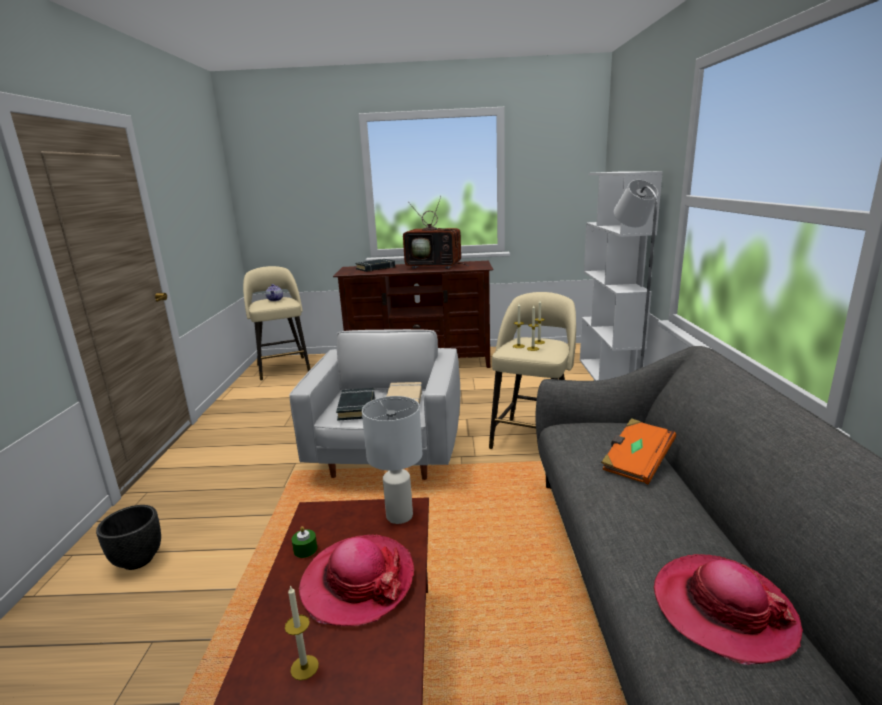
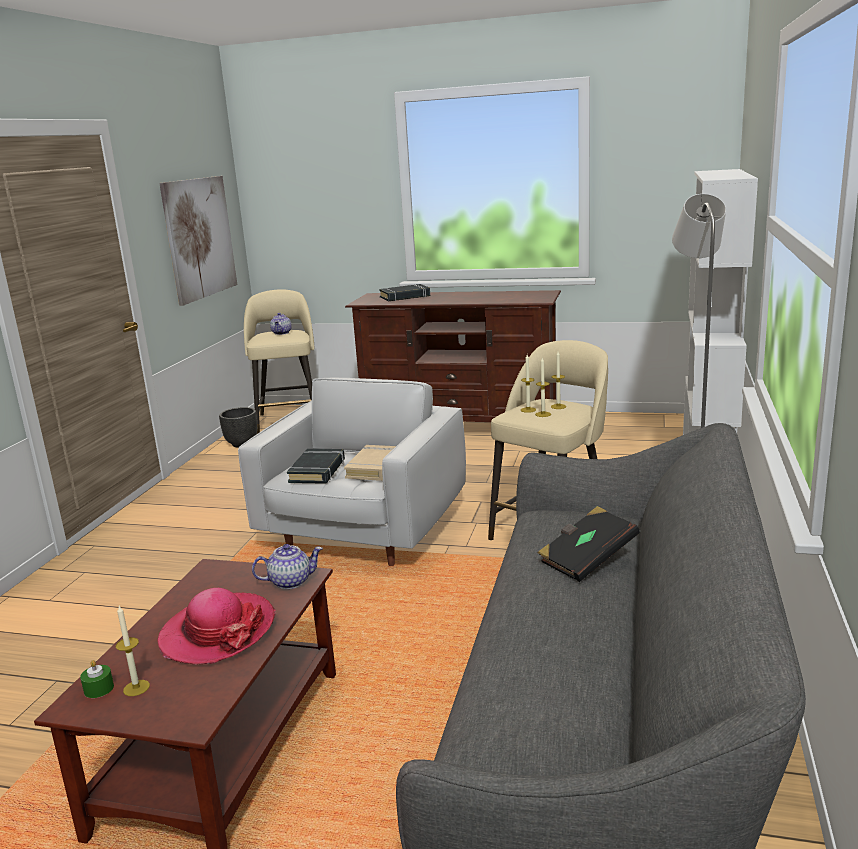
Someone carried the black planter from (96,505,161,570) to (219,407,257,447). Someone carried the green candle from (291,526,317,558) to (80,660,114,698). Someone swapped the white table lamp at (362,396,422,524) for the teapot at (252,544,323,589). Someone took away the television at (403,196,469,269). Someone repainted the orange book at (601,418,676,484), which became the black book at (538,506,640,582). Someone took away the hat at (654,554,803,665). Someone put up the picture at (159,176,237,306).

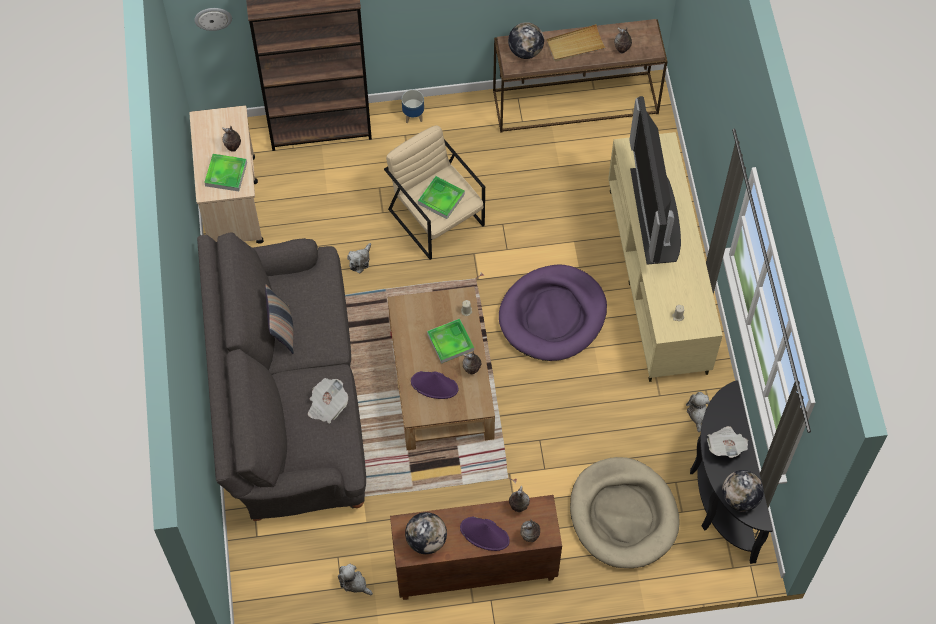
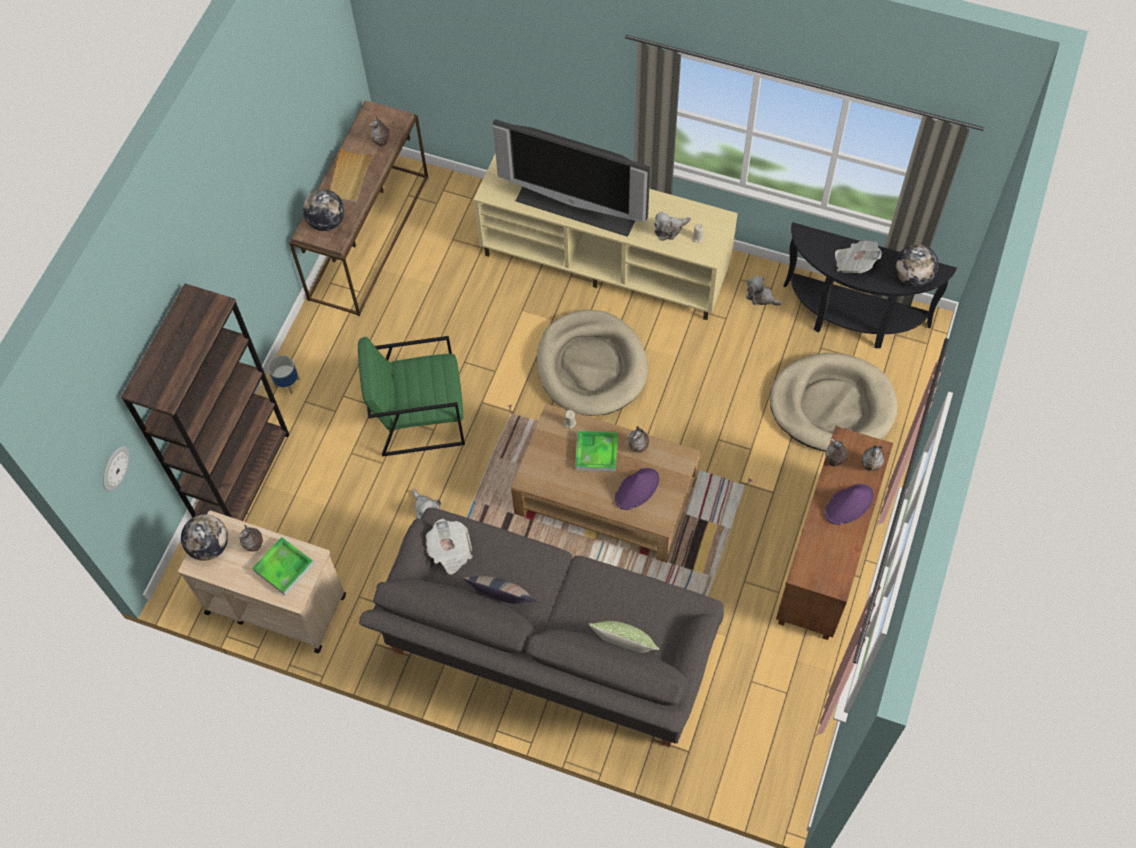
Someone carried the newspaper from (308,378,348,423) to (426,519,473,574). Someone carried the plush toy from (338,564,373,595) to (654,212,691,241). Someone repainted the beige armchair at (384,125,485,260), which became the green armchair at (358,336,465,457). Someone carried the globe from (405,512,447,554) to (181,514,228,561). Someone took away the tray at (418,176,465,219). Someone repainted the purple dog bed at (499,265,607,361), which became the beige dog bed at (537,310,648,416). Someone put down the pillow at (589,621,659,653).

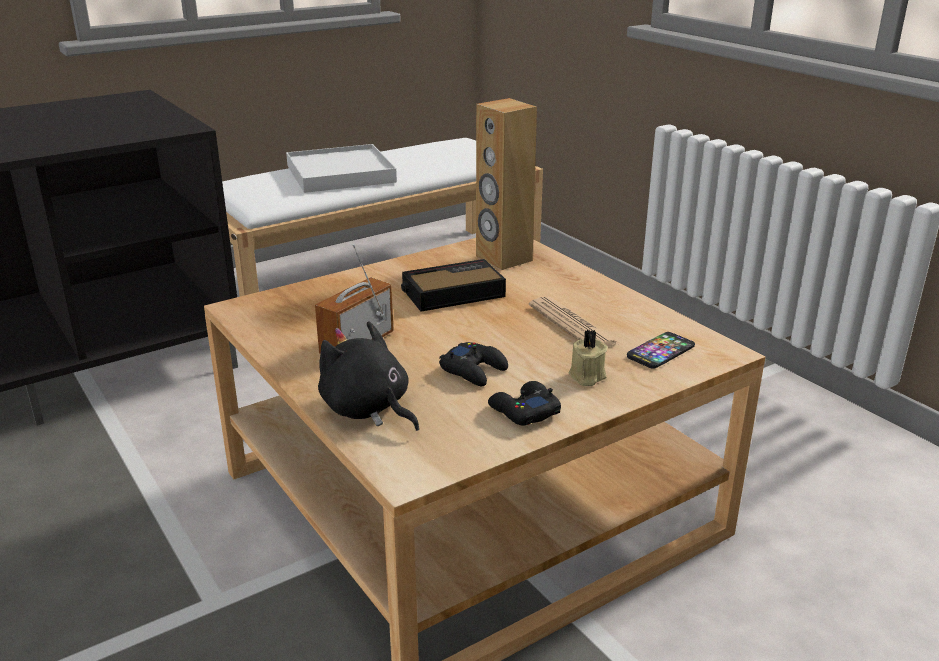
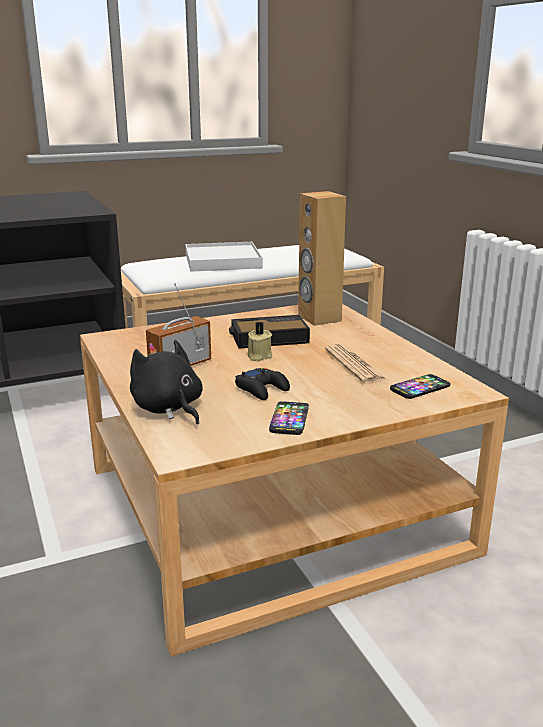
Someone swapped the black game controller at (488,381,561,425) for the phone at (269,401,309,435). Someone carried the beige candle from (569,329,608,386) to (247,322,272,361).

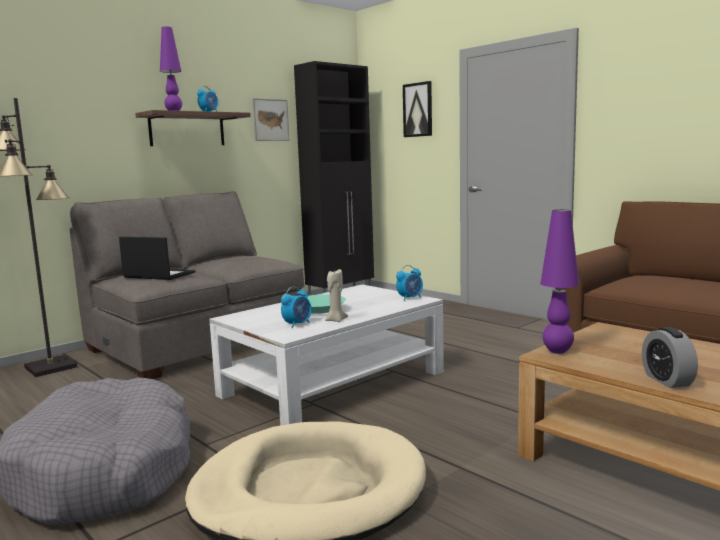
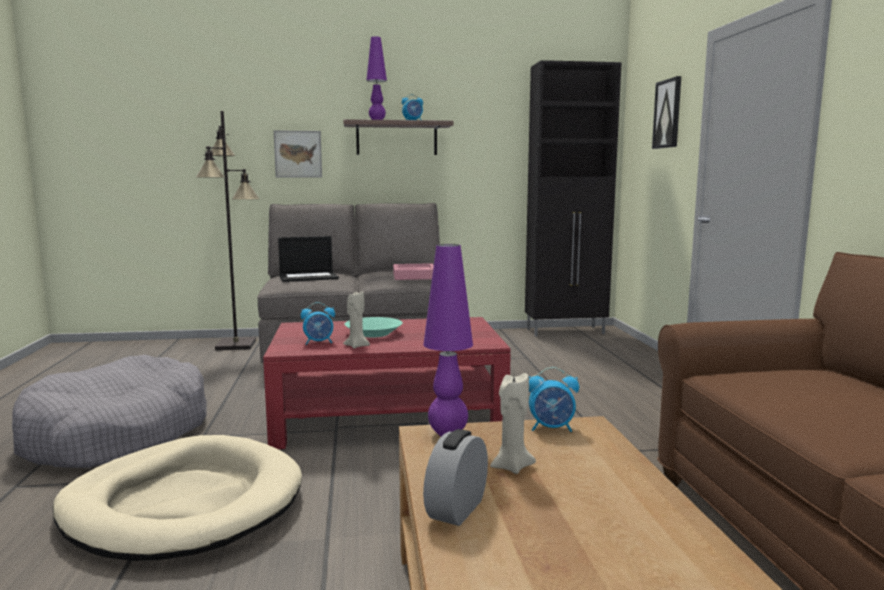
Someone rotated the laptop at (119,237,195,280) by 105 degrees clockwise. Someone repainted the white coffee table at (209,284,444,426), which became the red coffee table at (263,317,511,449). Someone carried the picture from (252,98,290,141) to (274,130,322,178). Someone carried the alarm clock from (396,265,423,301) to (529,367,579,432). Someone put down the pink tray at (393,263,434,280). Someone put down the beige candle at (490,373,536,474).

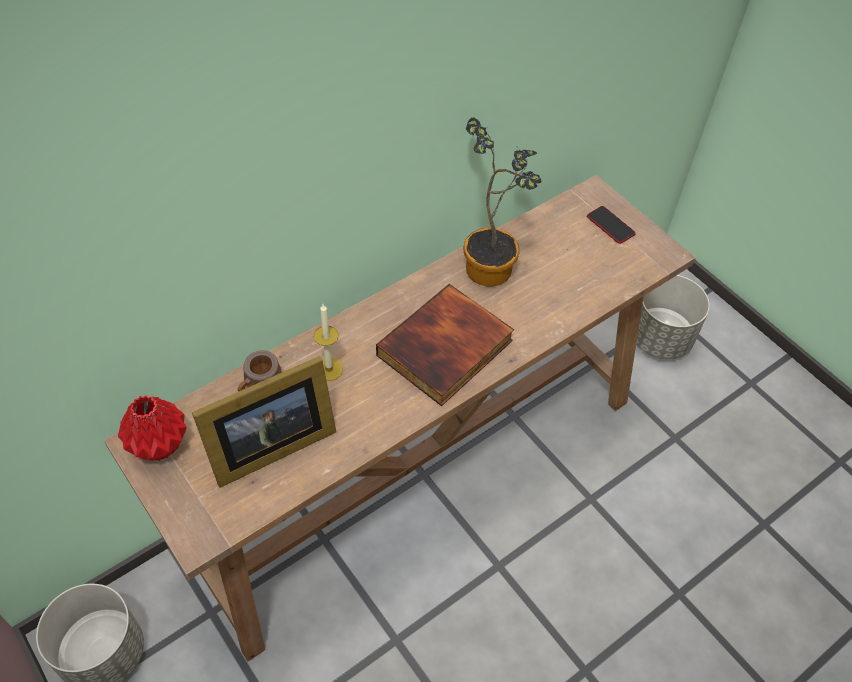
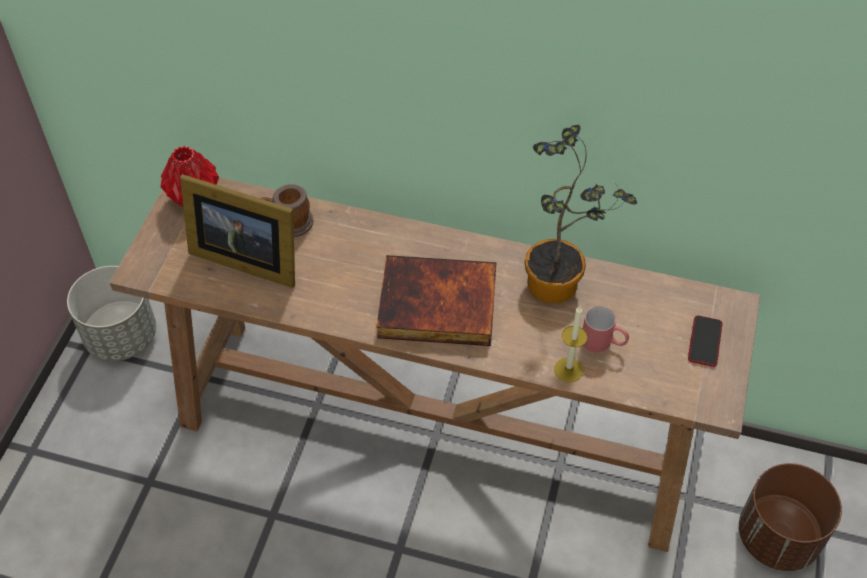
Someone carried the candle from (314,304,343,381) to (554,306,587,382). Someone repainted the grey planter at (636,275,710,359), which became the brown planter at (739,463,842,571). Someone put down the red mug at (583,306,629,353).

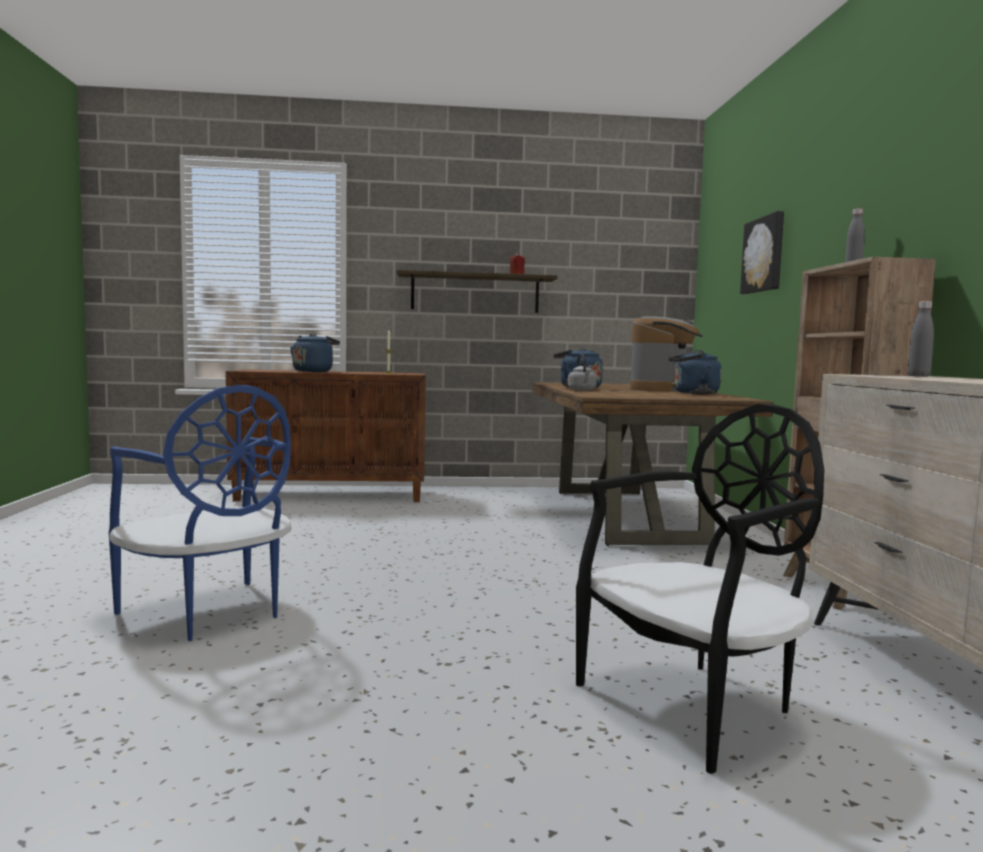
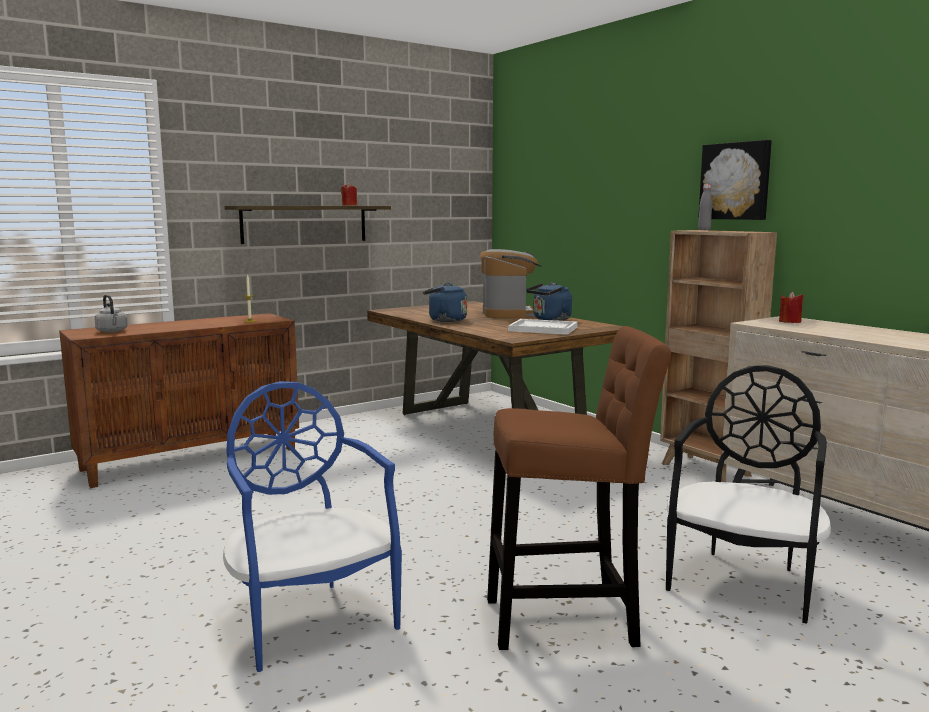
Someone rotated the blue chair at (109,385,292,641) by 135 degrees counterclockwise. Someone took away the blue kettle at (290,333,340,372). Someone carried the grey kettle from (568,354,597,391) to (94,295,128,333). Someone carried the picture from (740,211,784,294) to (698,140,772,220). Someone swapped the grey bottle at (908,301,934,377) for the red candle at (779,291,804,323). Someone put down the brown stool at (487,326,671,650). Someone put down the white tray at (508,319,578,335).

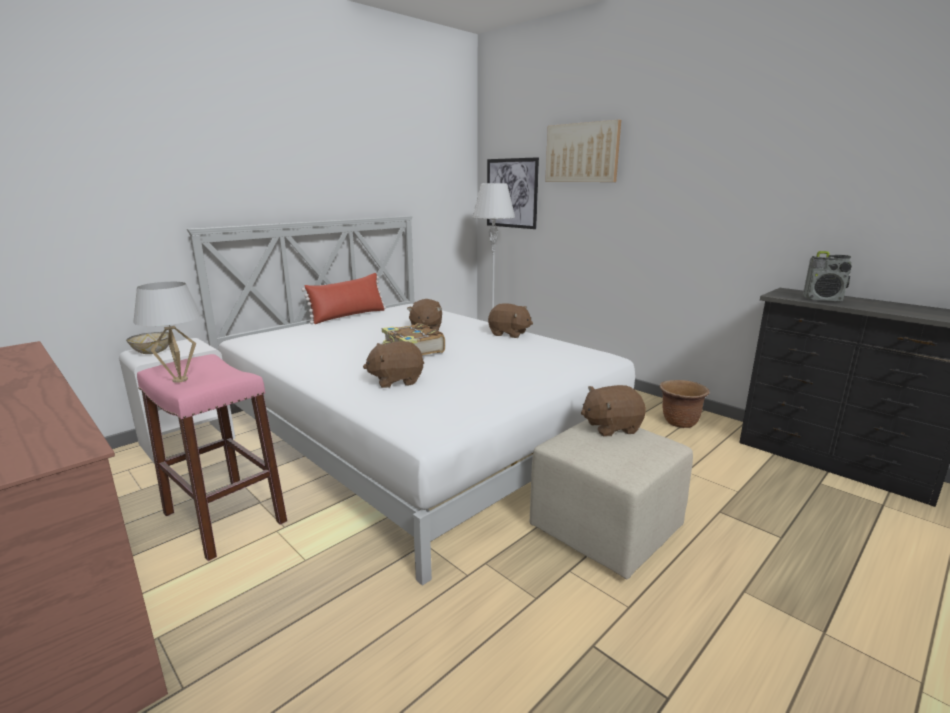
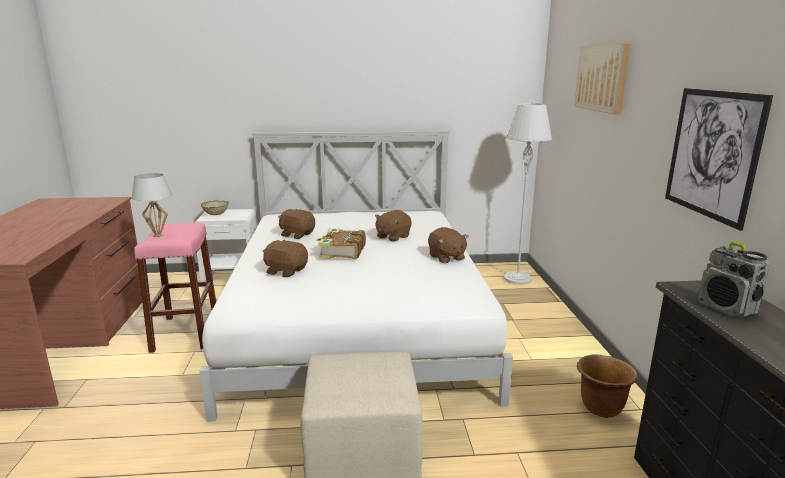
Someone took away the red pillow at (301,273,386,324). Someone carried the picture from (487,157,539,229) to (665,88,773,231). Someone carried the brown plush toy from (581,385,646,437) to (278,209,315,239).

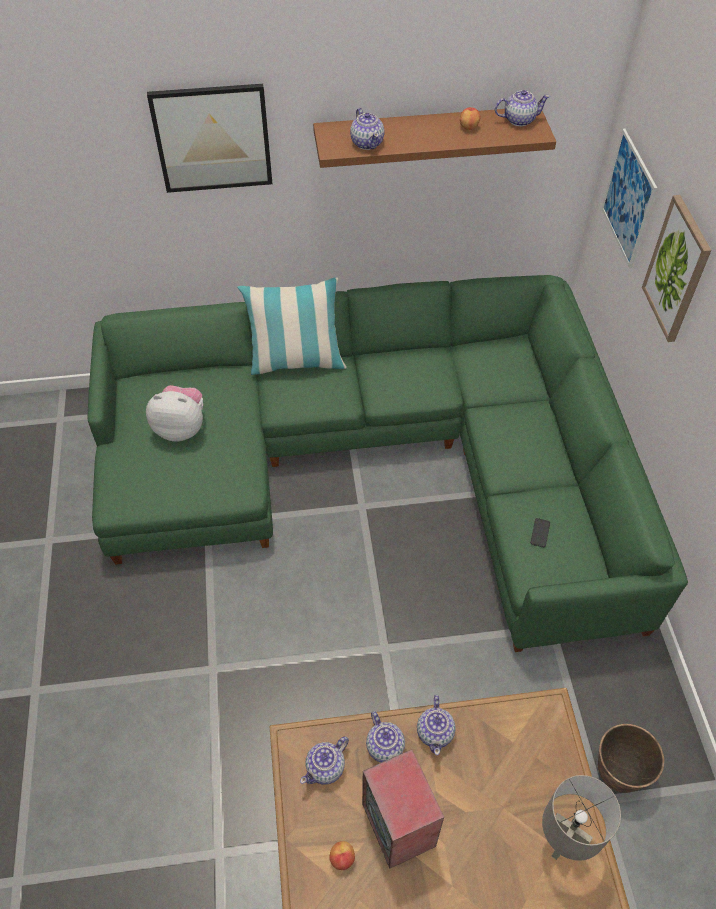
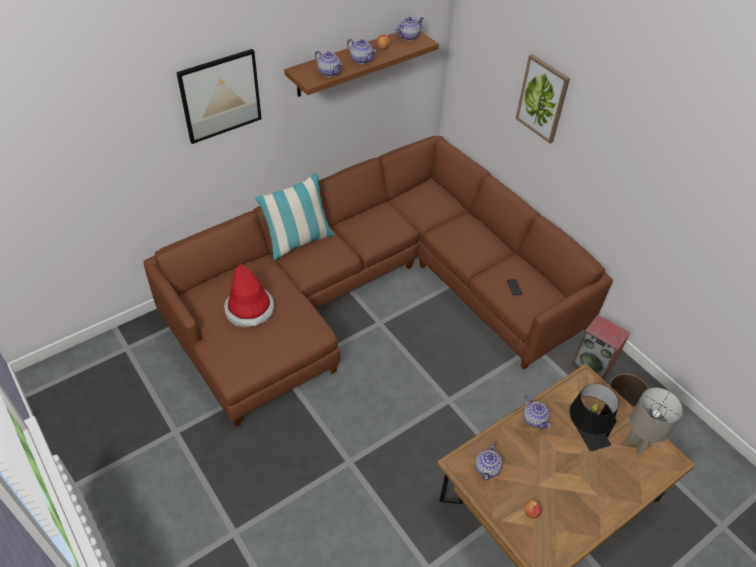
Someone repainted the green sofa at (88,275,688,652), which became the brown sofa at (143,136,613,427). Someone swapped the plush toy at (146,385,203,442) for the hat at (224,264,274,328). Someone carried the speaker from (362,749,444,869) to (571,315,630,380). Someone carried the teapot from (366,711,405,763) to (347,39,377,64). Someone took away the picture at (601,129,657,268). Someone put down the black table lamp at (569,383,619,452).

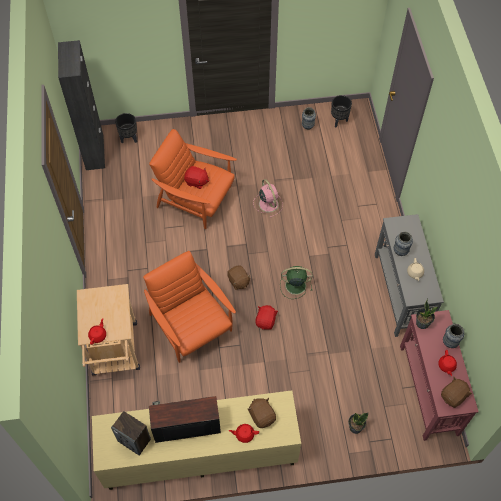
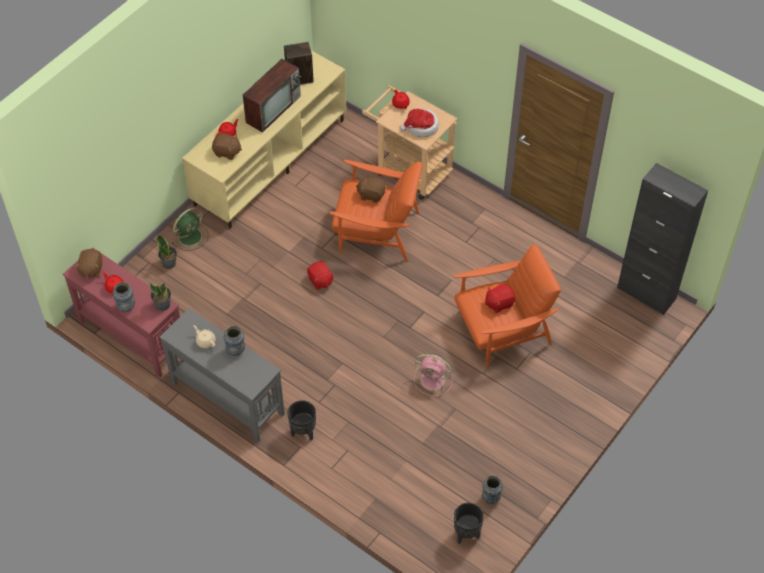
Someone carried the black planter from (115,113,137,143) to (287,400,316,441). Someone carried the brown plush toy from (227,265,251,290) to (356,175,386,203). Someone carried the green fan from (280,266,313,299) to (171,208,209,251). Someone put down the hat at (399,109,439,137).

